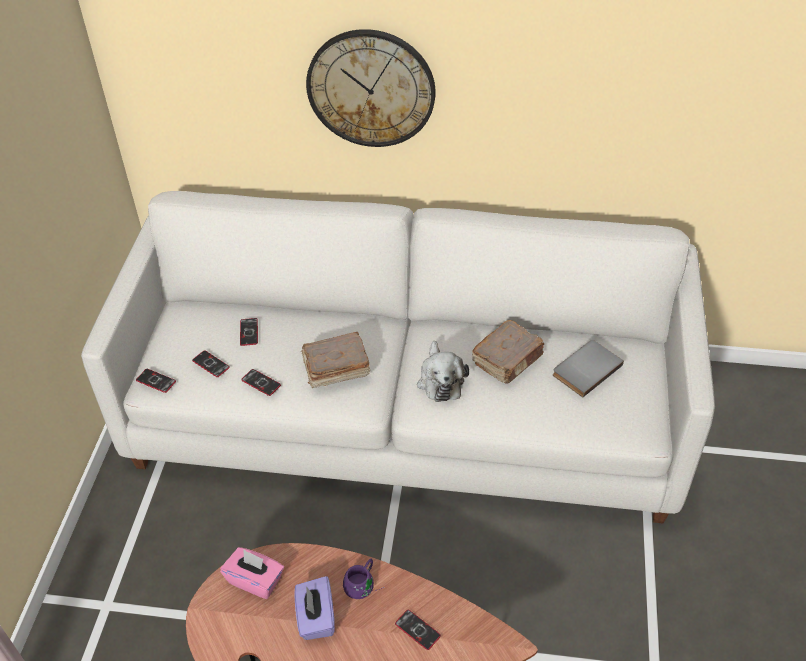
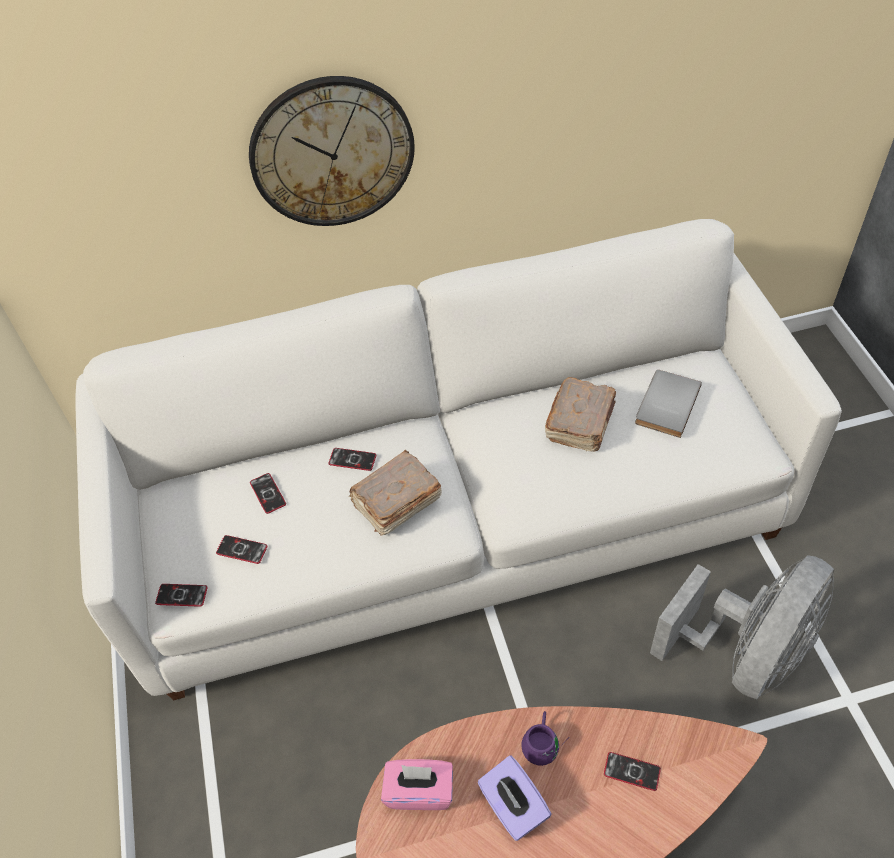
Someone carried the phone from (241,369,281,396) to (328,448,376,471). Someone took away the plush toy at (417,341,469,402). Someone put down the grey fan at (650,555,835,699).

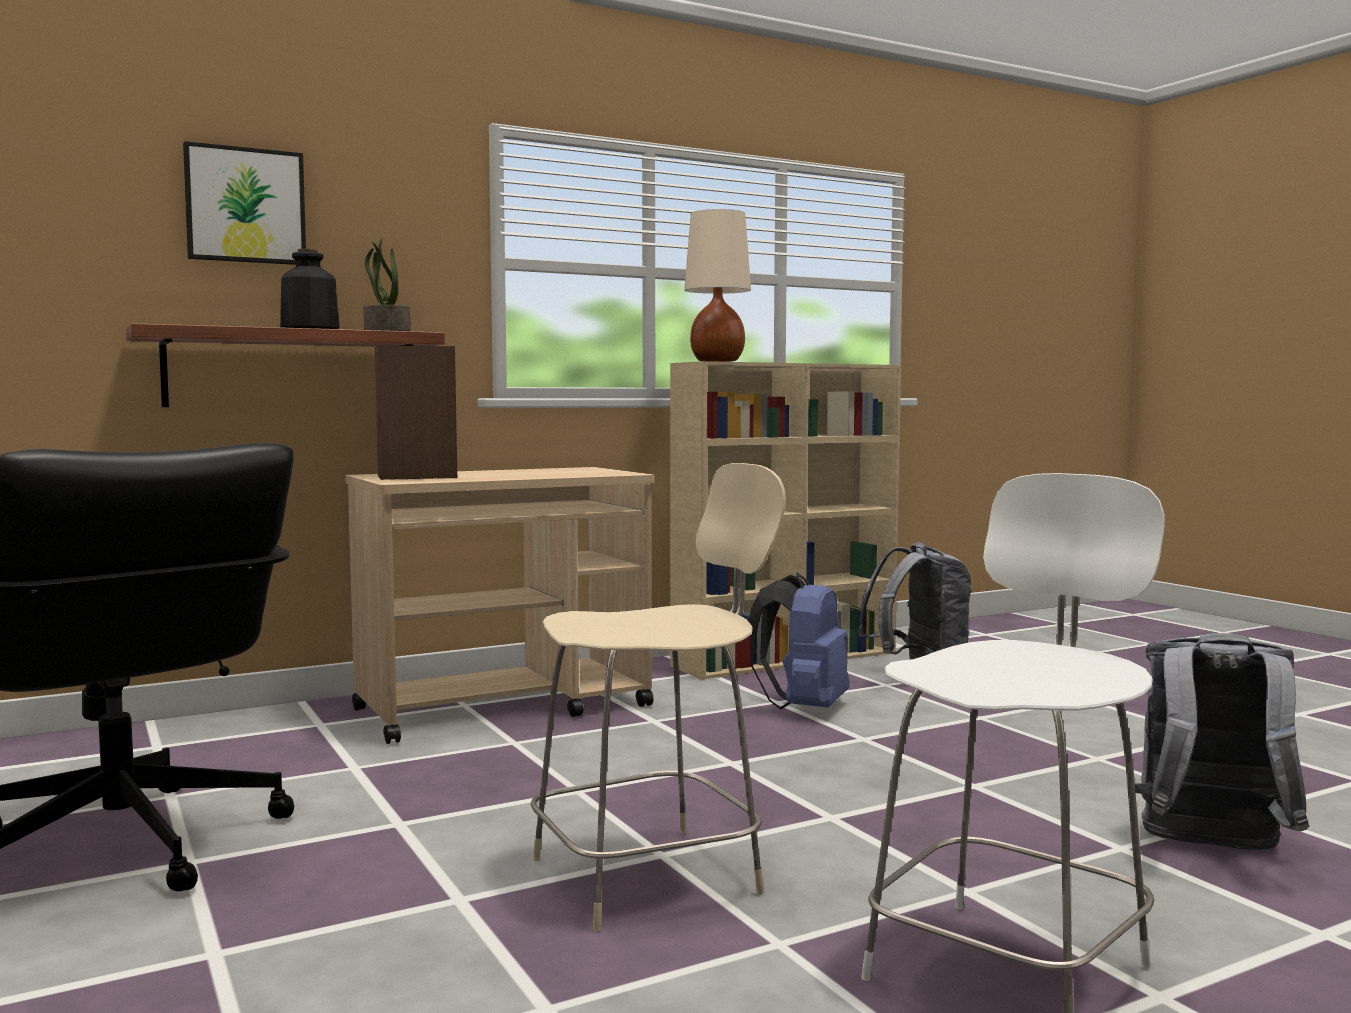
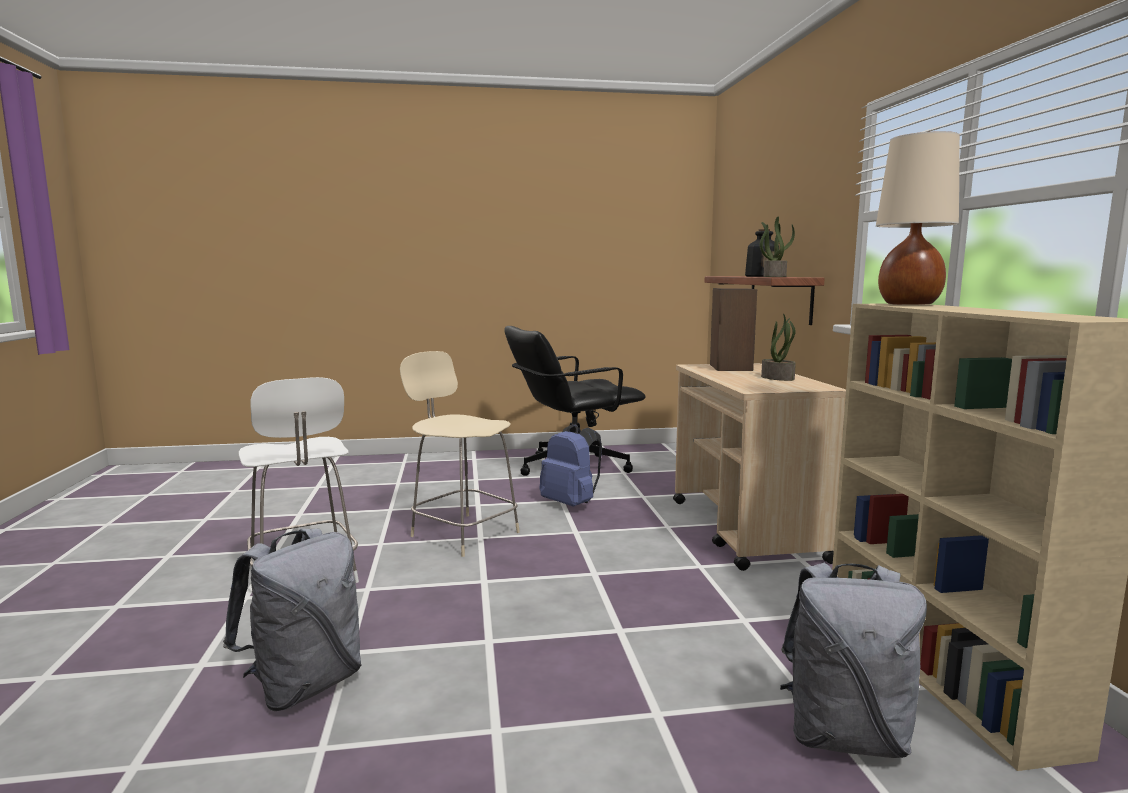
Someone took away the picture at (183,141,306,265). Someone rotated the beige chair at (531,463,786,931) by 135 degrees clockwise. Someone carried the blue backpack from (749,573,850,710) to (540,423,602,506). Someone put down the potted plant at (761,313,796,381).

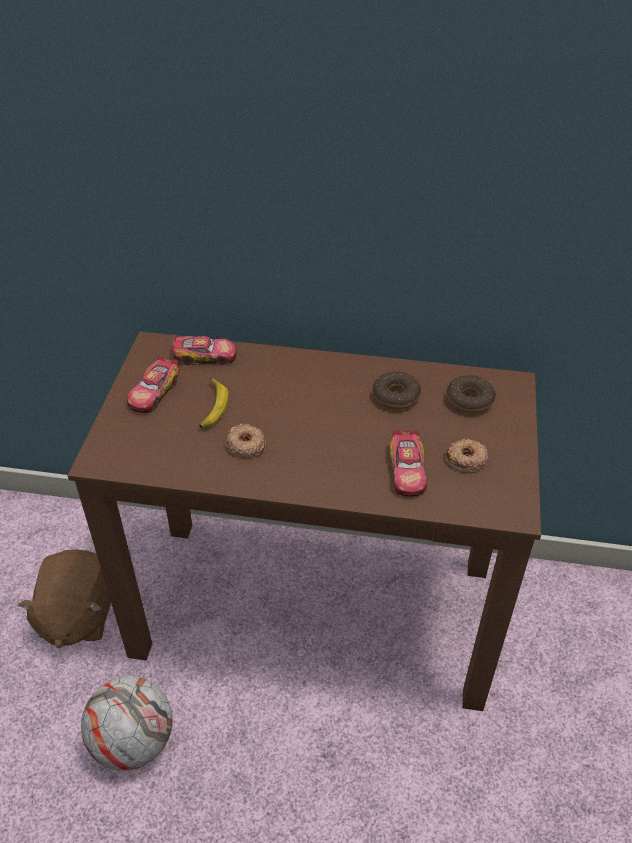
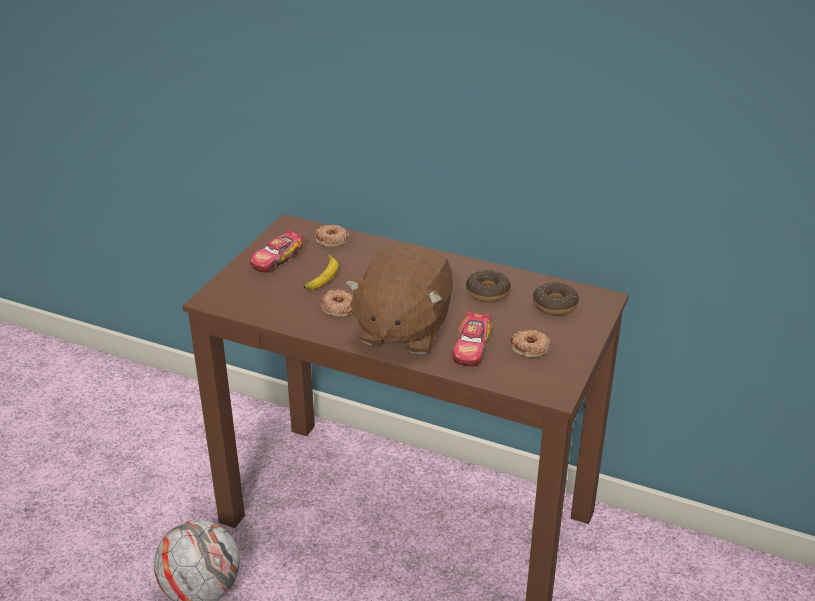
Someone carried the brown plush toy from (18,549,111,648) to (345,244,454,354). Someone swapped the toy car at (171,334,237,365) for the donut at (315,225,349,247).

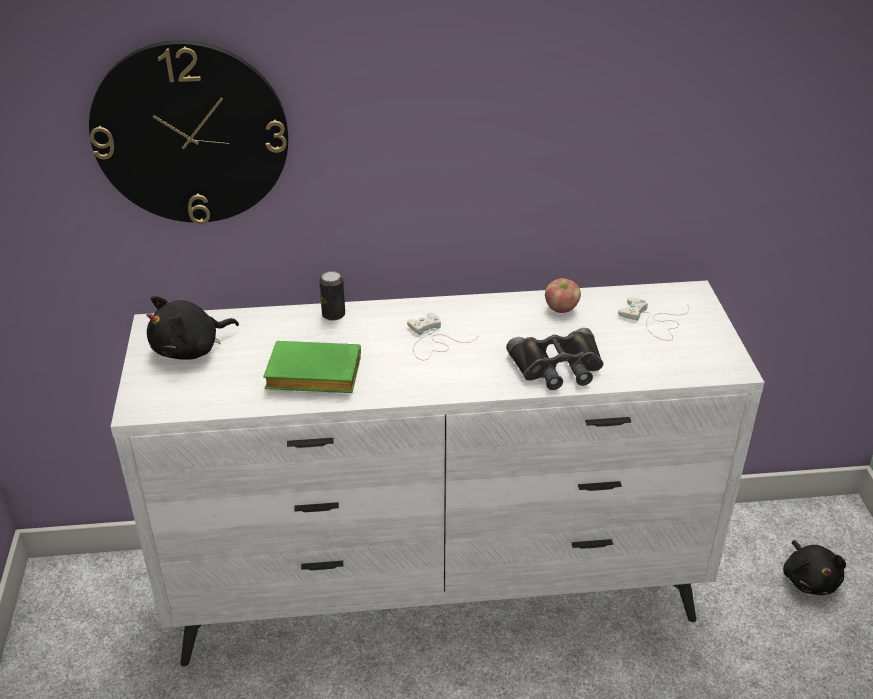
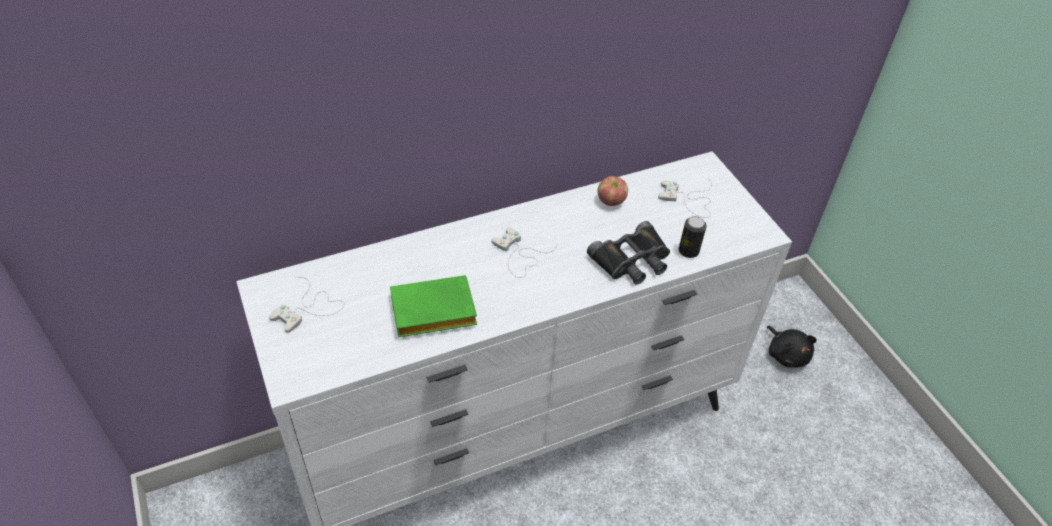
Someone took away the wall clock at (89,40,288,224). Someone swapped the black plush toy at (147,296,239,360) for the white game controller at (269,277,345,333). Someone carried the can from (319,271,345,321) to (679,216,707,258).

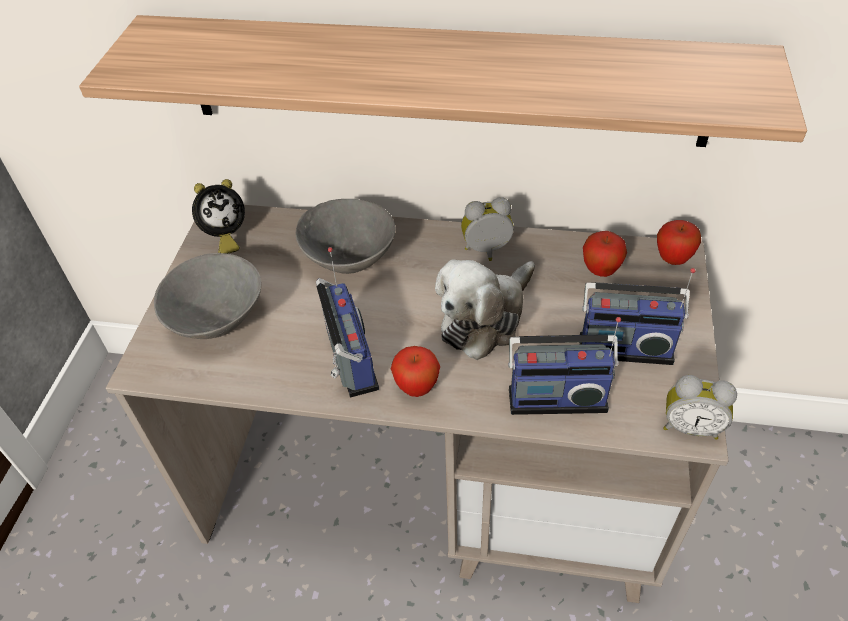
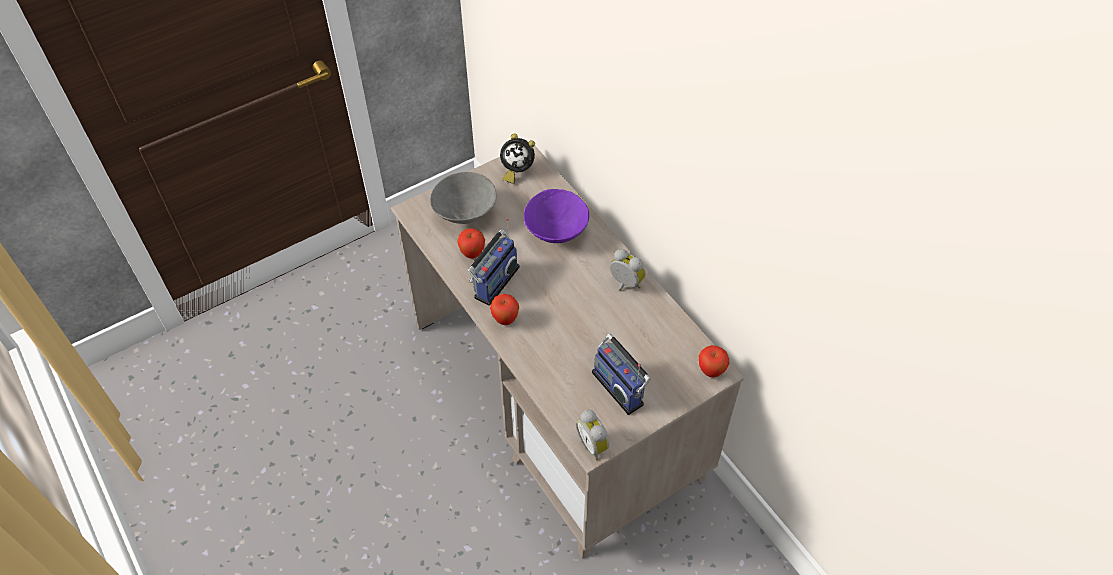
Someone took away the shelf at (79,15,807,147). Someone repainted the grey bowl at (296,199,395,274), which became the purple bowl at (524,189,589,243). Someone took away the plush toy at (435,260,535,360). Someone took away the radio at (508,317,621,415). Someone carried the apple from (583,231,627,277) to (457,228,485,259).

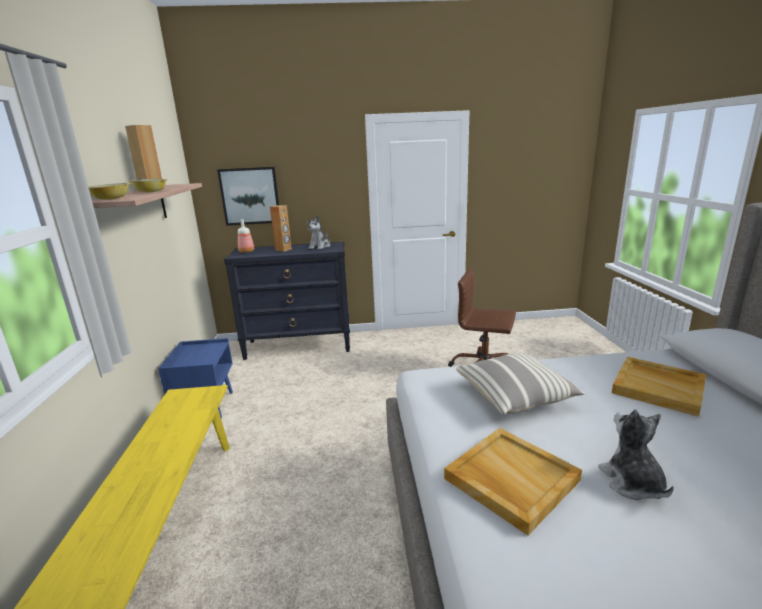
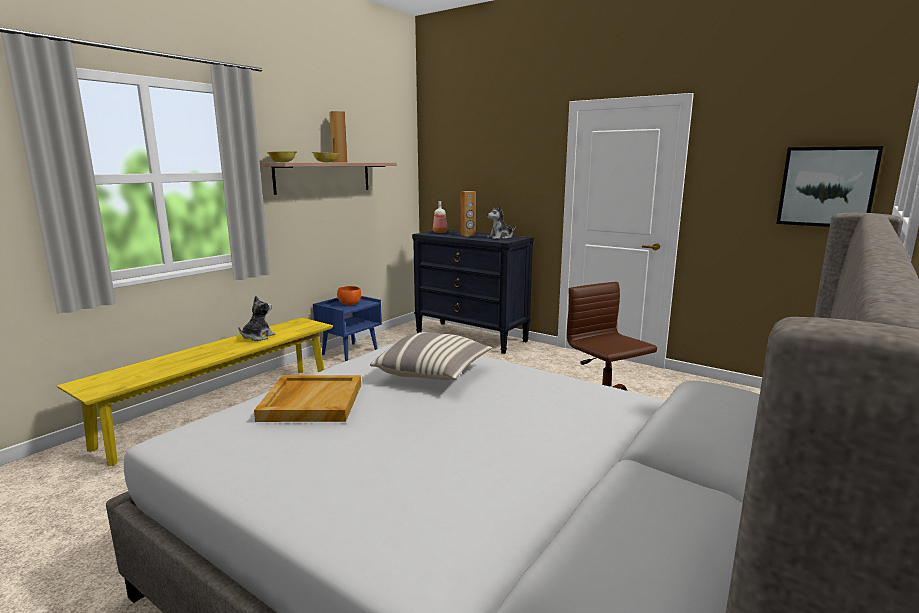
Someone carried the picture from (217,167,279,226) to (776,146,883,227). Someone carried the plush toy from (598,409,674,500) to (238,296,276,341). Someone took away the beige tray at (612,357,706,417). Someone put down the orange bowl at (337,286,361,305).

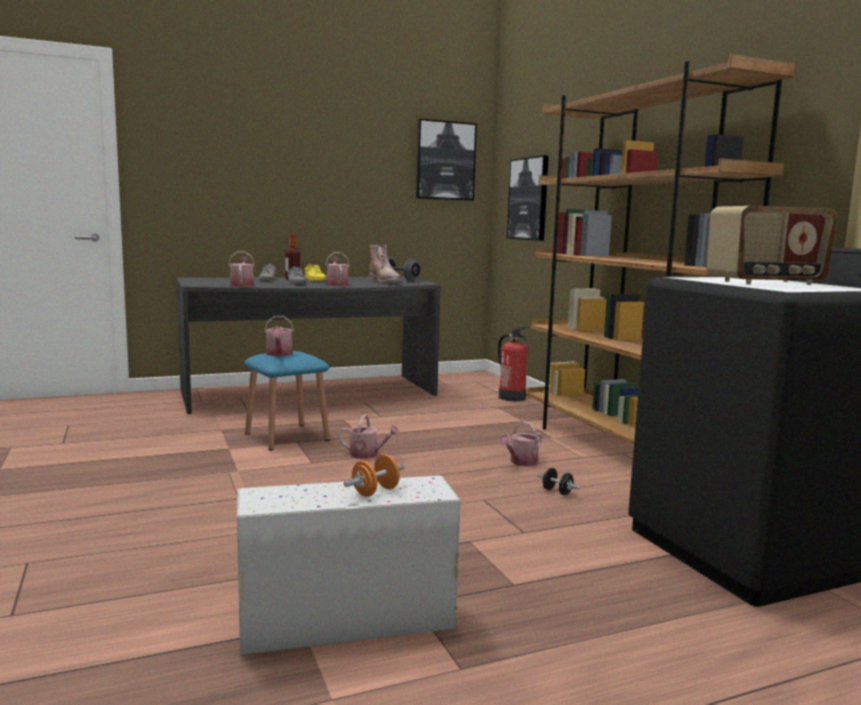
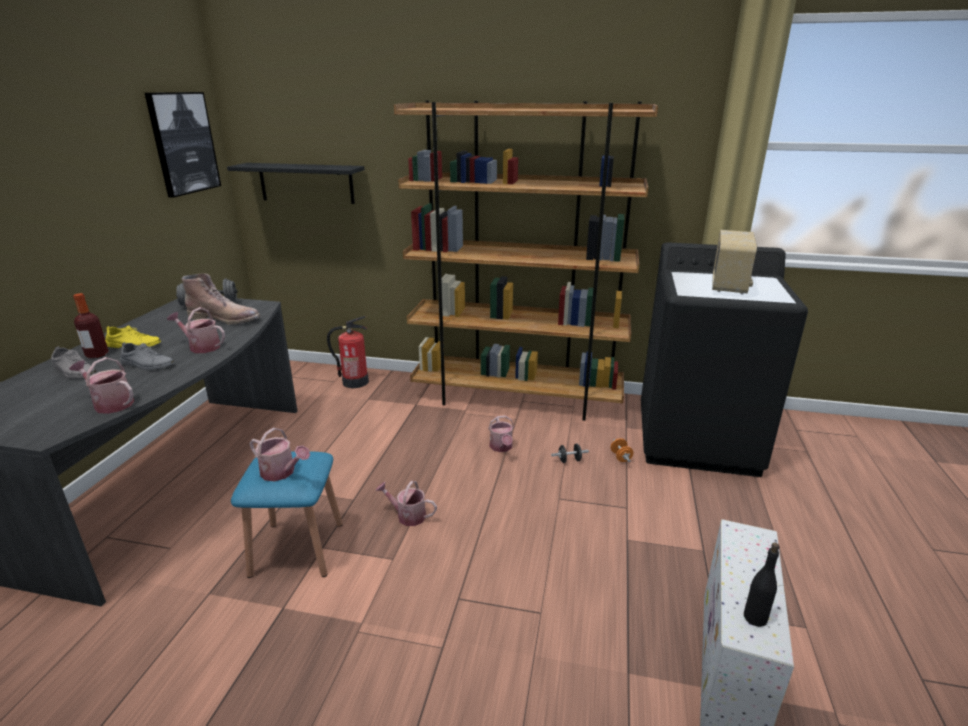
Someone rotated the watering can at (338,414,400,459) by 120 degrees counterclockwise. Someone carried the orange dumbbell from (344,455,405,497) to (611,438,633,462). Someone swapped the picture at (507,155,549,241) for the black shelf at (227,163,365,204). Someone put down the black bottle at (744,542,780,627).

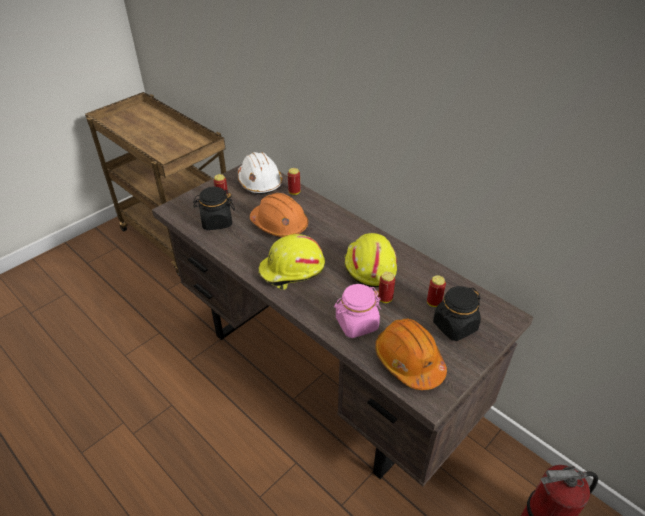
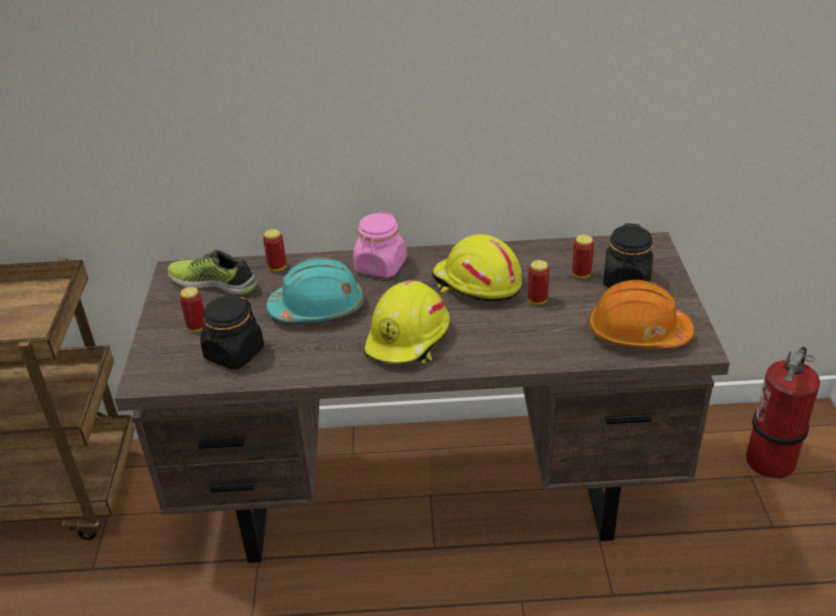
Someone swapped the white hard hat at (238,152,282,194) for the shoe at (168,250,257,295). Someone repainted the orange hard hat at (250,193,308,237), which became the turquoise hard hat at (266,257,364,322). Someone carried the pink jar from (334,284,381,338) to (353,211,407,278).

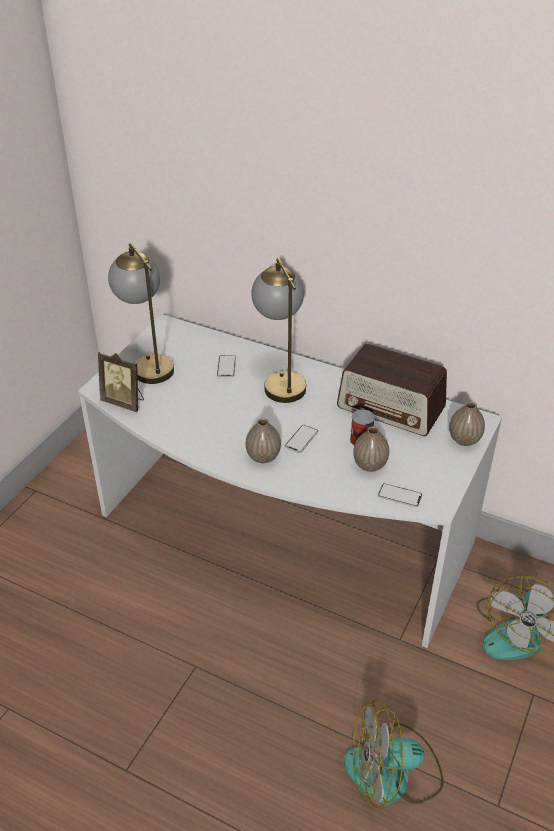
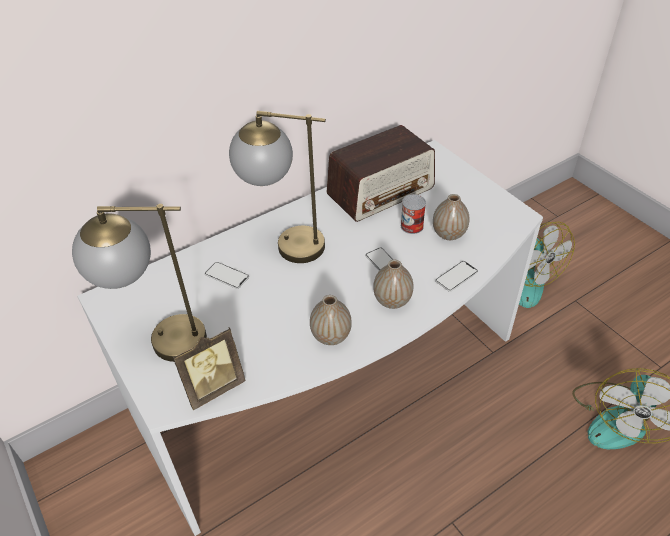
Someone carried the phone from (378,483,422,507) to (435,261,478,292). Someone carried the vase from (449,402,485,446) to (310,295,352,345).

